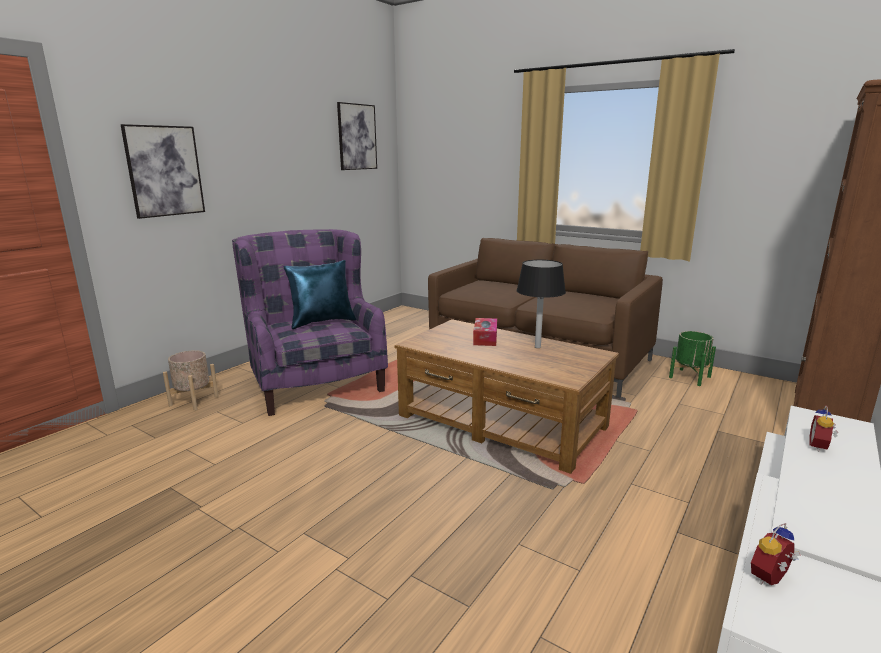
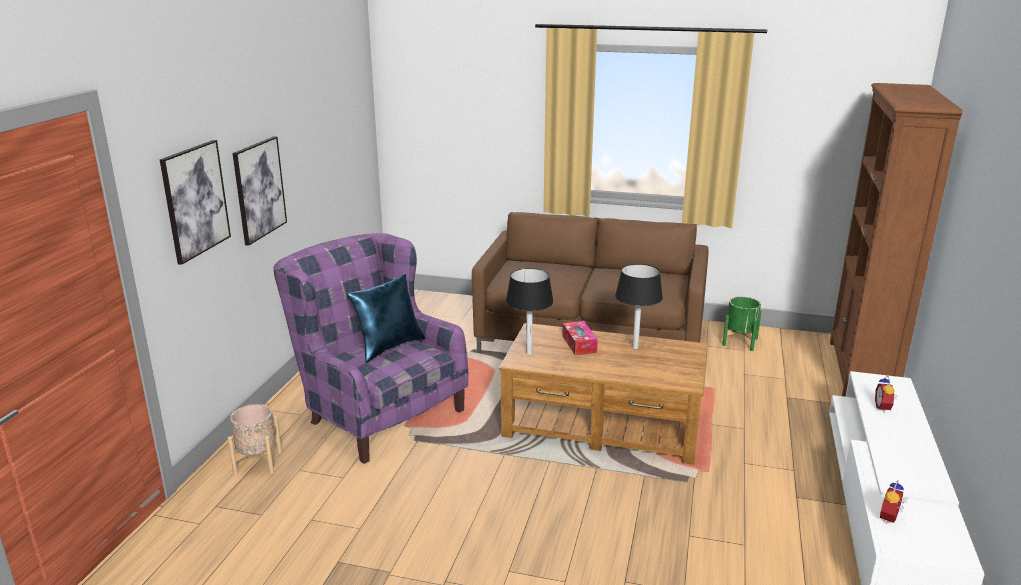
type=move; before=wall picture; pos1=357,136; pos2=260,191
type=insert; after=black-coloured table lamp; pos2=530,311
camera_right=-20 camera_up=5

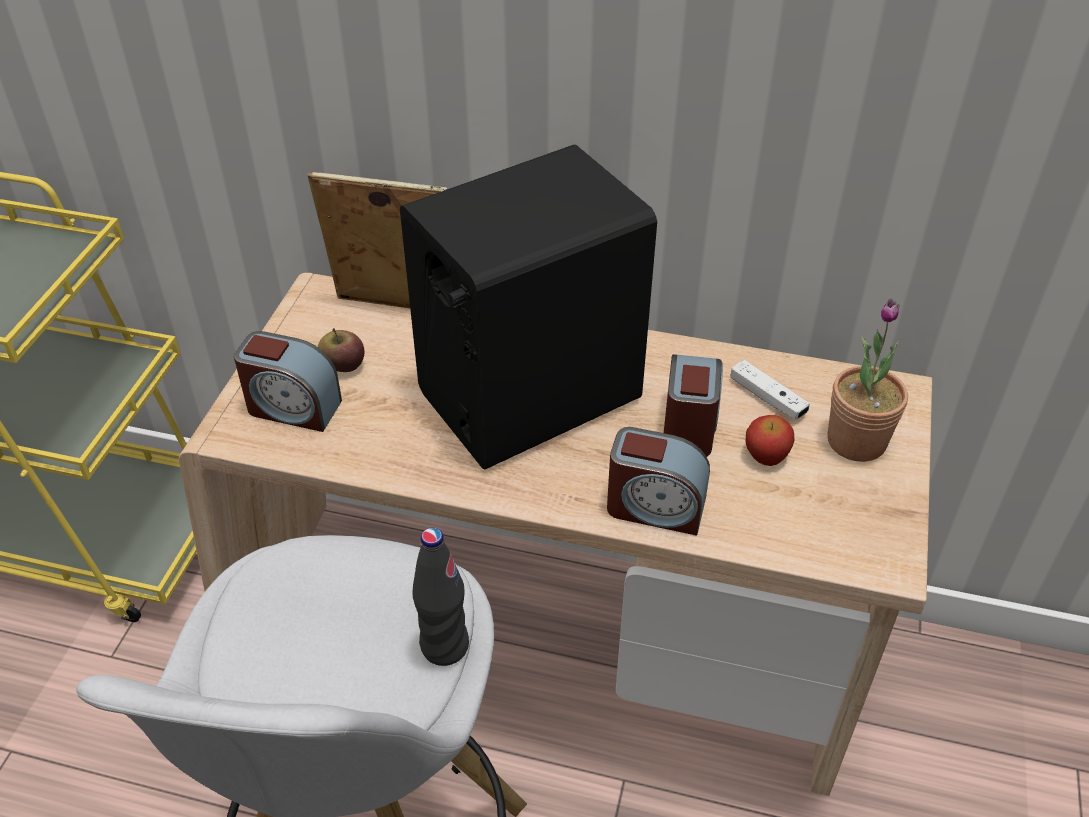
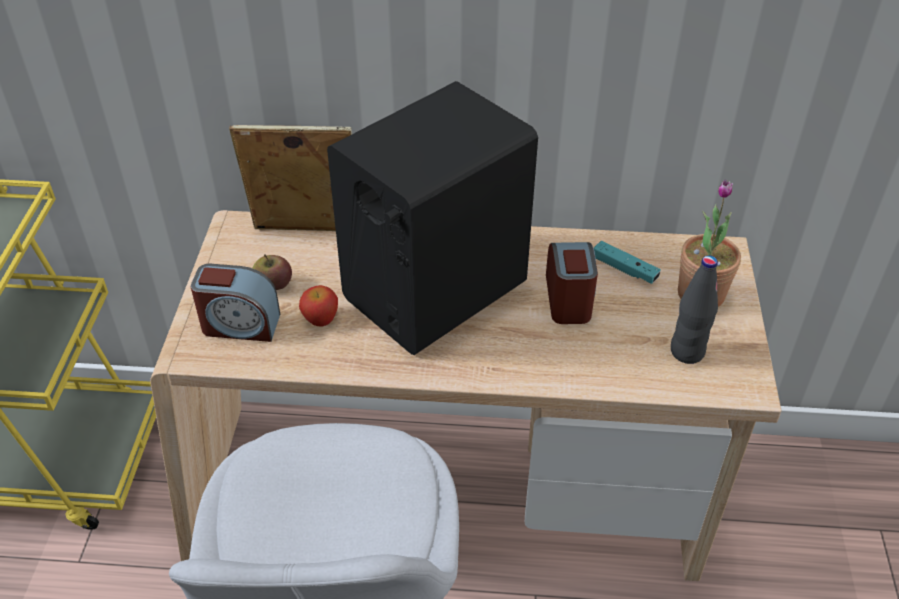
type=move; before=black-coloured beverage bottle; pos1=440,597; pos2=694,309
type=delete; before=alarm clock; pos1=658,481
type=recolor; before=whitish gamepad; after=turquoise gamepad; pos1=770,390; pos2=627,262
type=move; before=apple fruit; pos1=770,440; pos2=318,305
camera_right=-10 camera_up=0

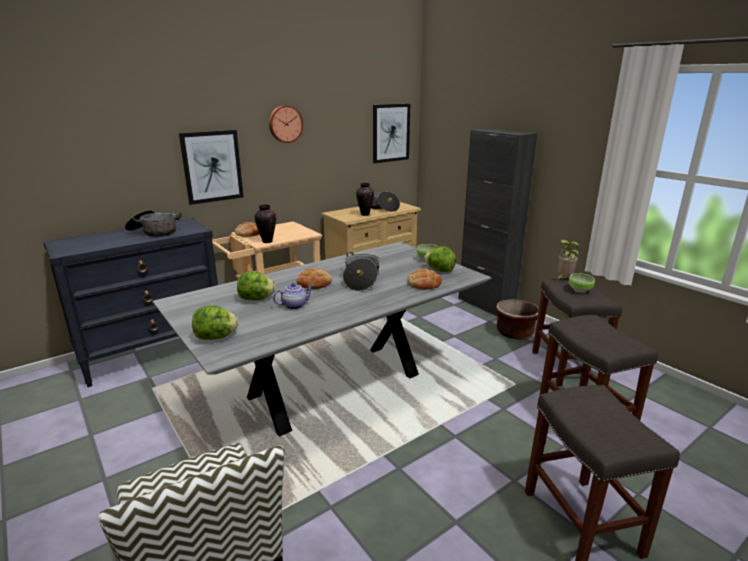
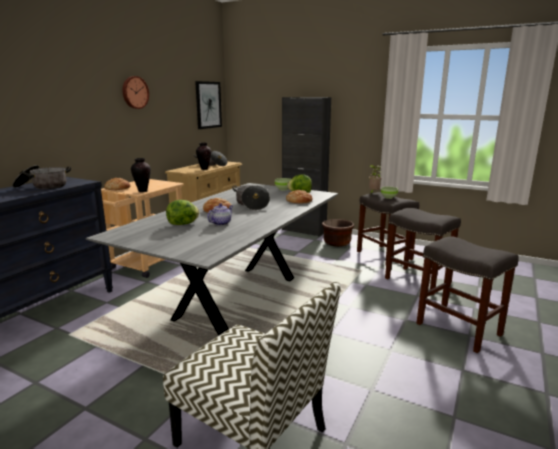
type=delete; before=wall picture; pos1=211,167
type=delete; before=lettuce; pos1=215,322
camera_right=-25 camera_up=-5

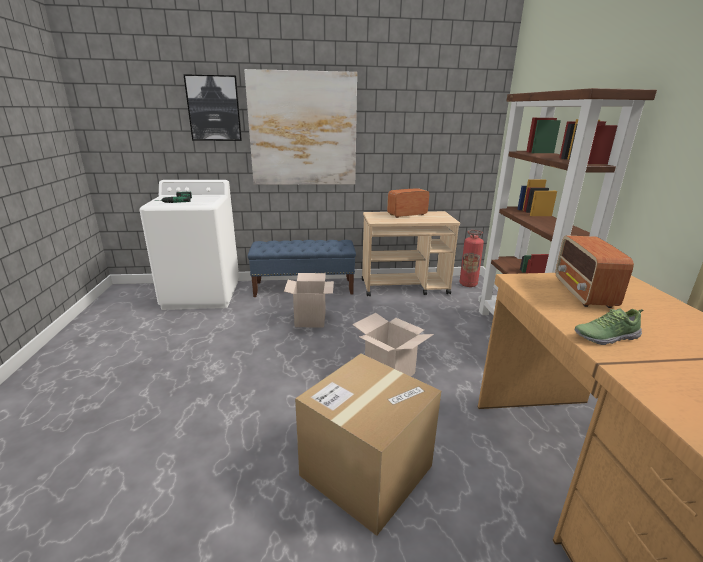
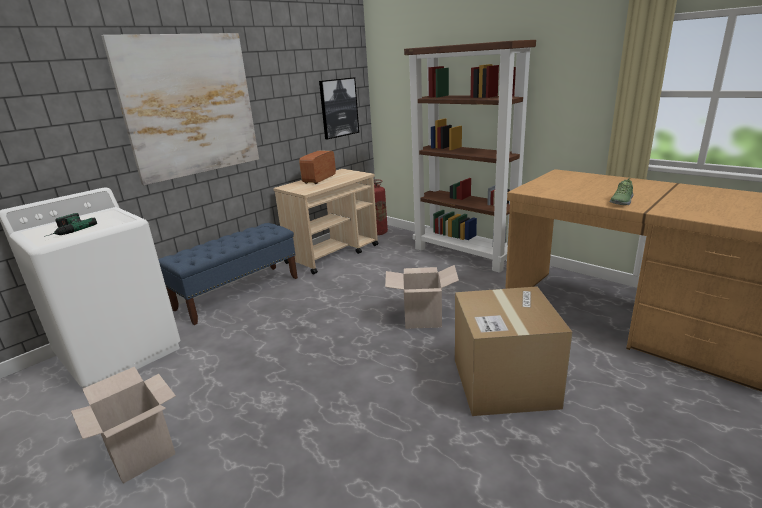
type=move; before=wall picture; pos1=212,107; pos2=339,108
type=move; before=packing box; pos1=309,300; pos2=123,425
type=delete; before=radio set; pos1=594,271
camera_right=-40 camera_up=0

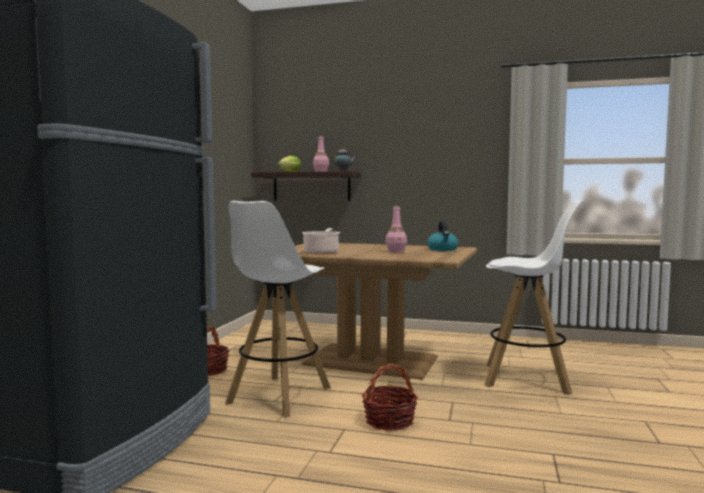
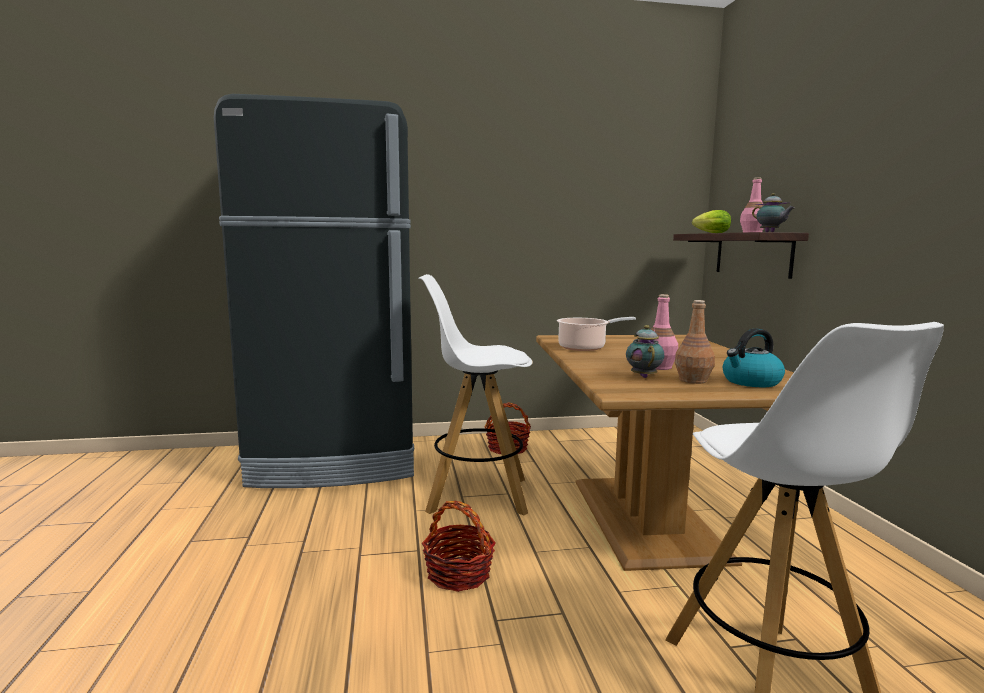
type=insert; after=tea pot; pos2=645,351
type=insert; after=brown-coloured beverage bottle; pos2=695,342
camera_right=65 camera_up=5

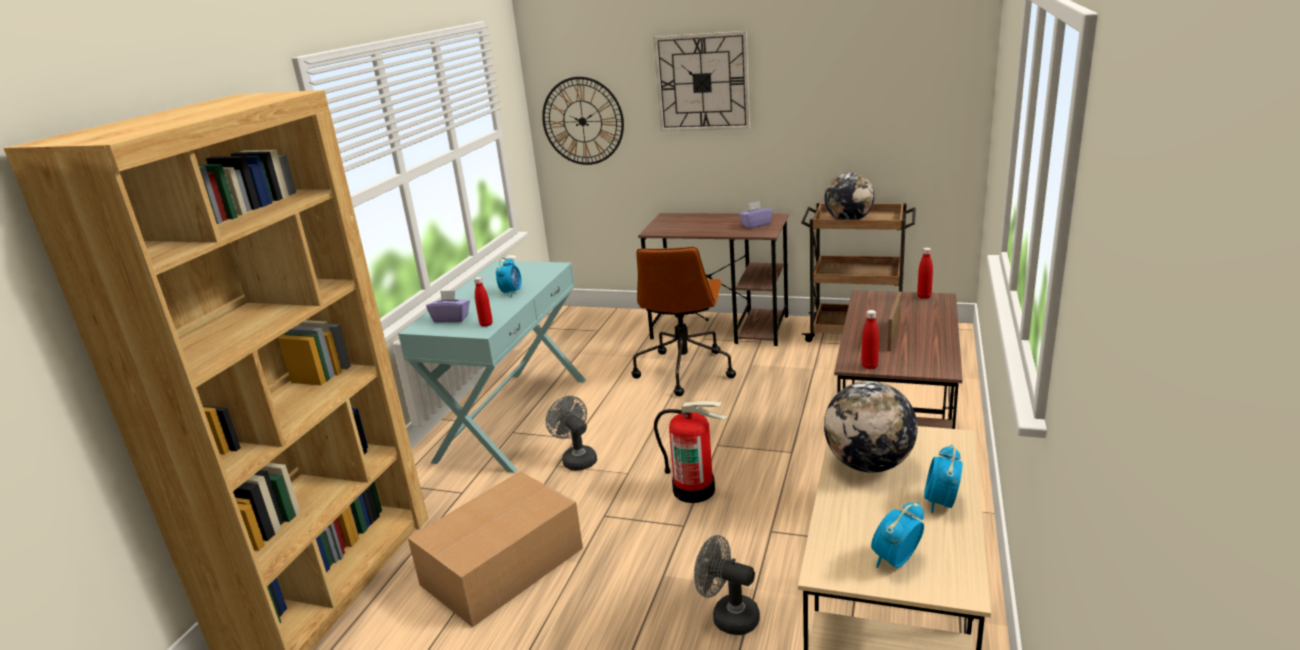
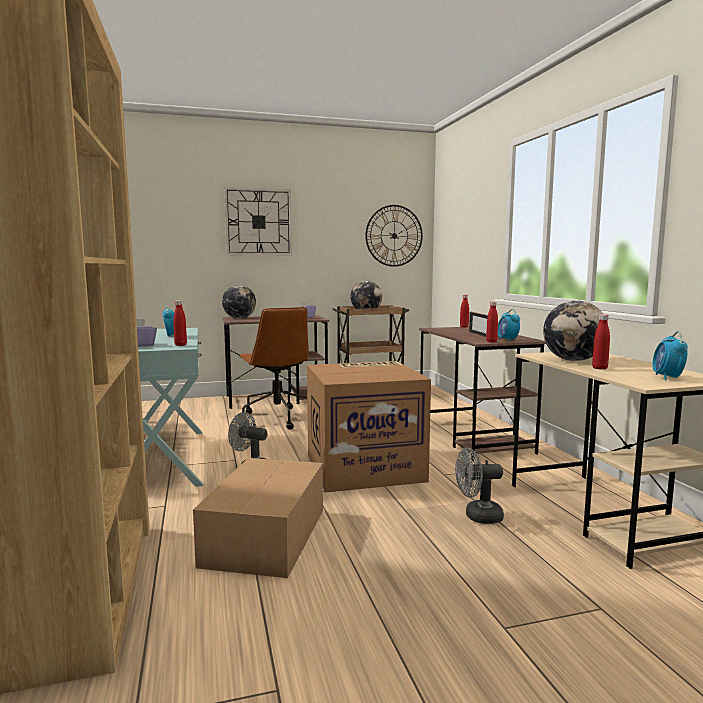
type=move; before=hanging clock; pos1=583,121; pos2=394,236
type=replace; before=fire extinguisher; after=packing box; pos1=690,452; pos2=369,426
type=move; before=alarm clock; pos1=943,479; pos2=509,325
type=insert; after=desk globe; pos2=239,302
type=insert; after=red beverage bottle; pos2=601,342
camera_right=-35 camera_up=-15

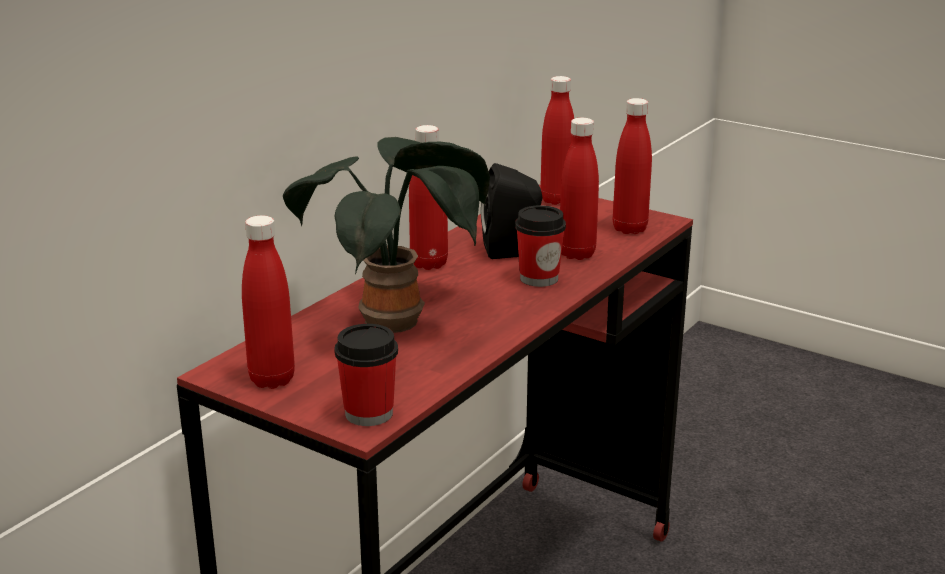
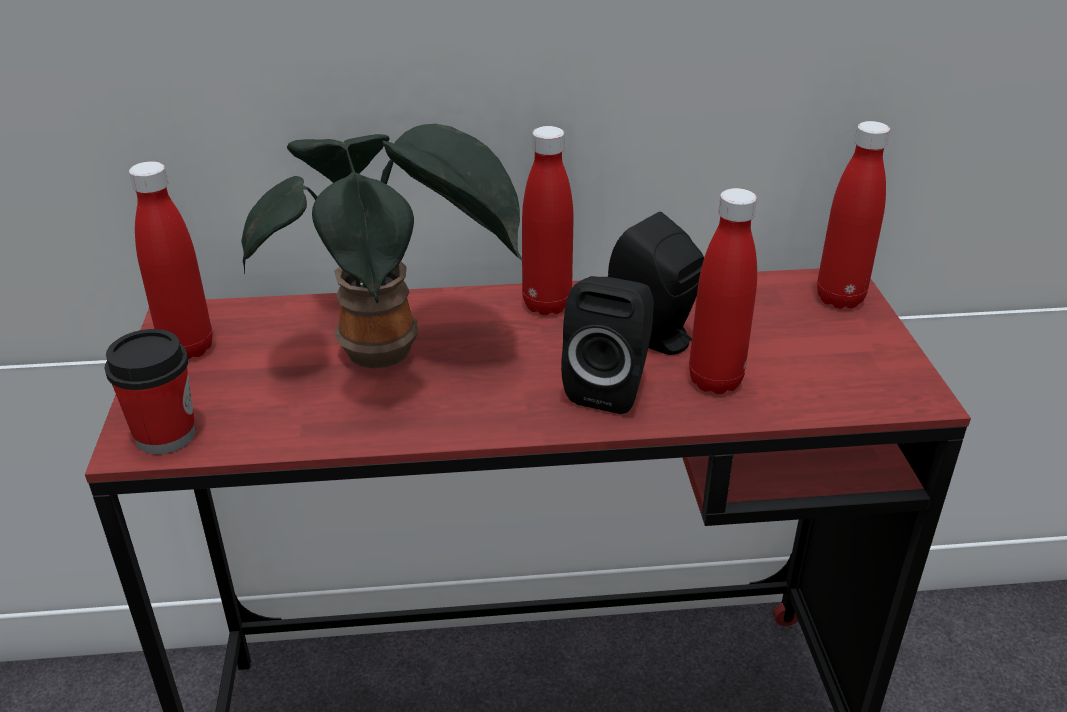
type=replace; before=small cup; after=black-coloured speaker; pos1=540,246; pos2=607,345
type=delete; before=red beverage bottle; pos1=632,166
camera_right=50 camera_up=10

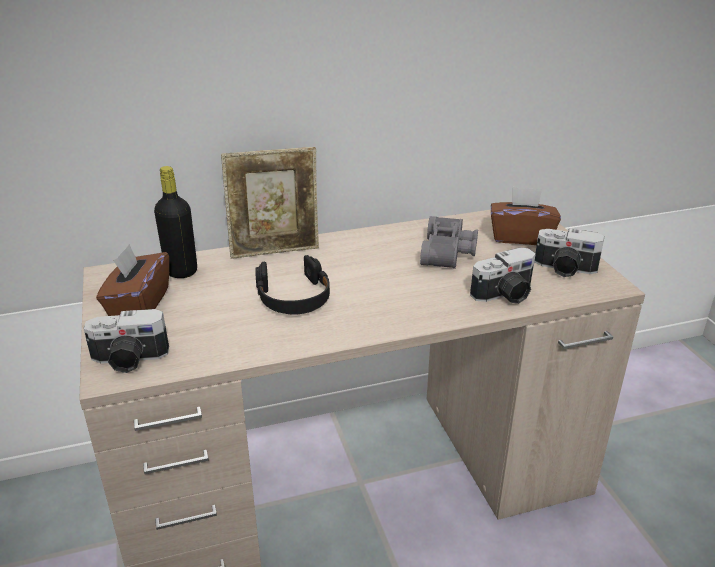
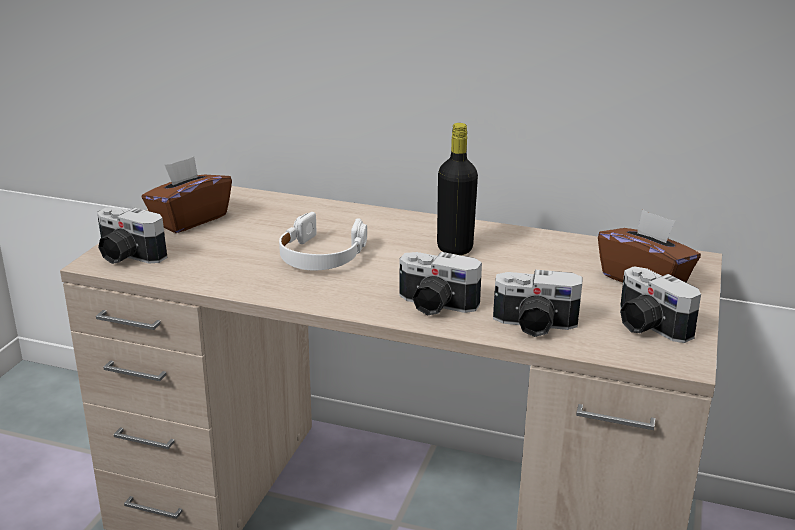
type=move; before=black-coloured beverage bottle; pos1=175,222; pos2=457,189
type=delete; before=photo frame; pos1=270,203
type=recolor; before=black-coloured headphones; after=whitish headphones; pos1=292,284; pos2=323,241
type=delete; before=greyish binoculars; pos1=449,242
type=insert; after=still camera; pos2=440,284
camera_right=35 camera_up=-5

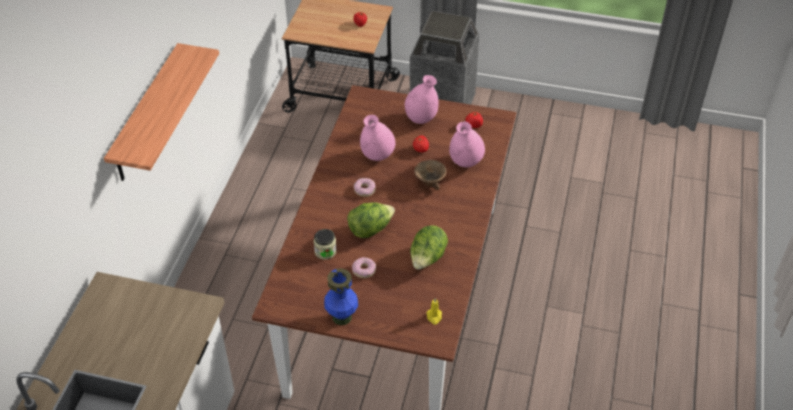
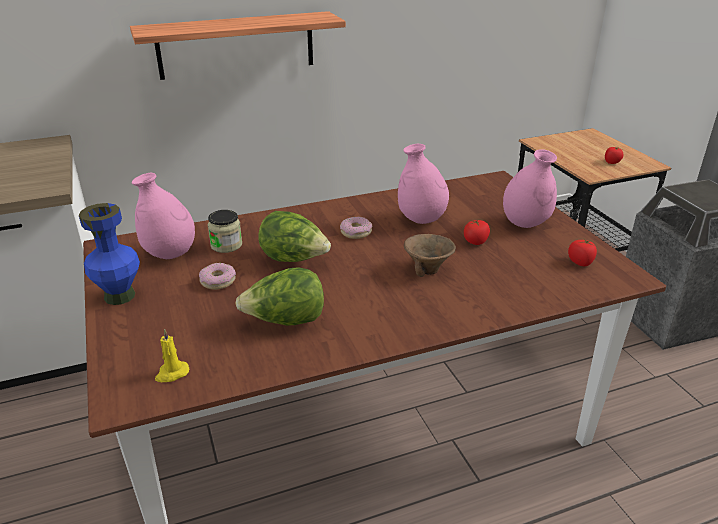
type=move; before=pinkish decorative vase; pos1=467,144; pos2=163,216
camera_right=55 camera_up=-15

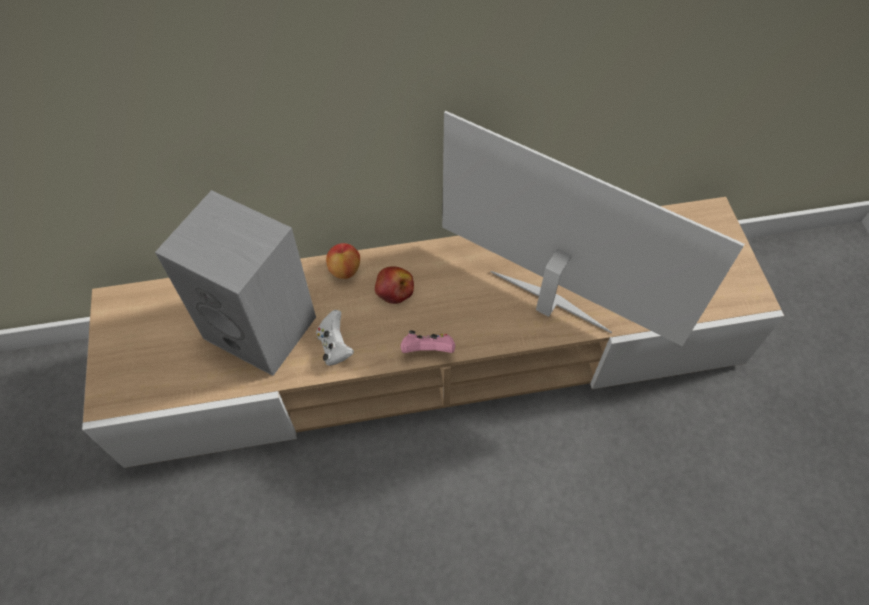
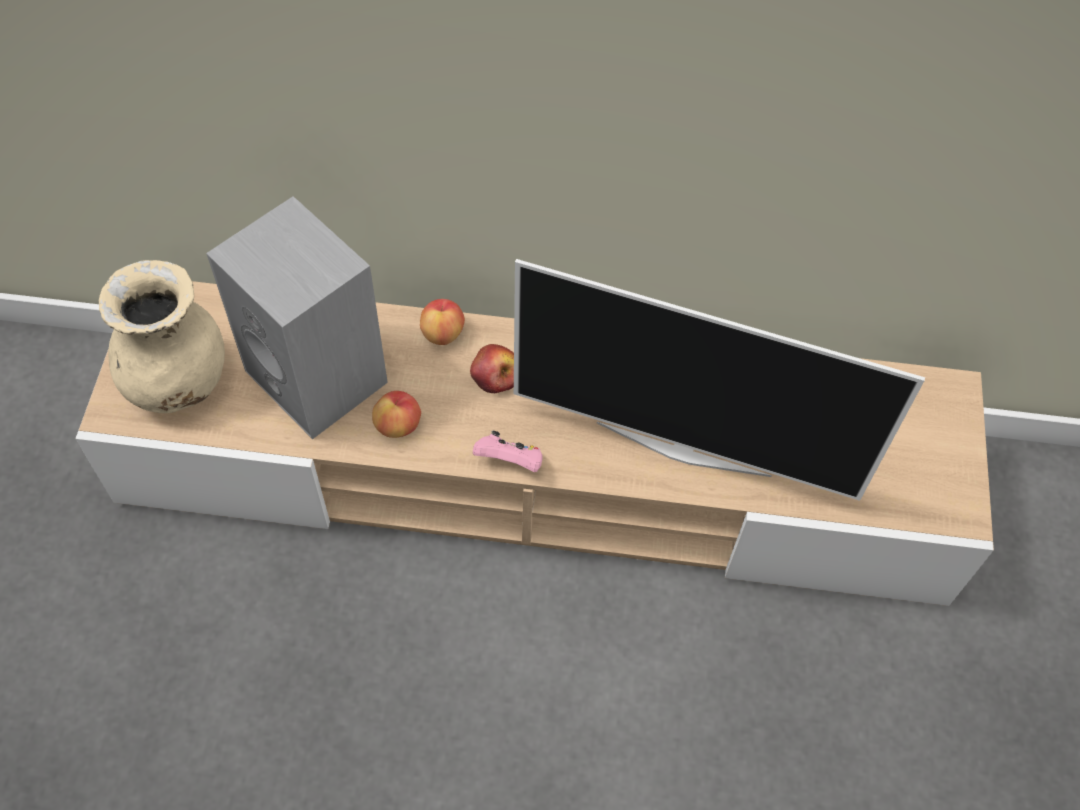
type=replace; before=whitish gamepad; after=apple fruit; pos1=335,338; pos2=396,414
type=rotate; before=TV; pos1=593,228; pos2=719,380; turn=150
type=insert; after=sand-coloured decorative vase; pos2=162,336
camera_right=15 camera_up=0

